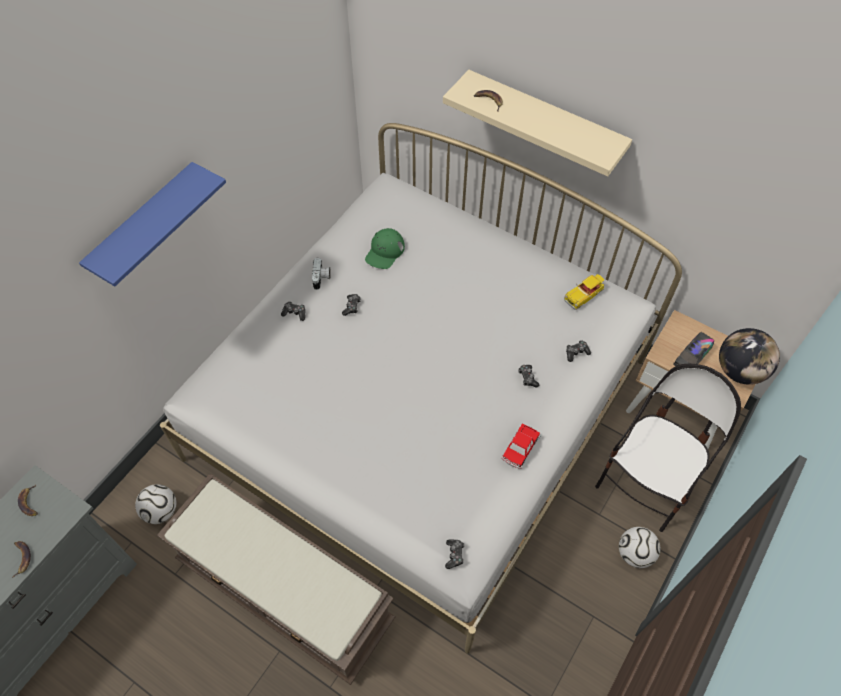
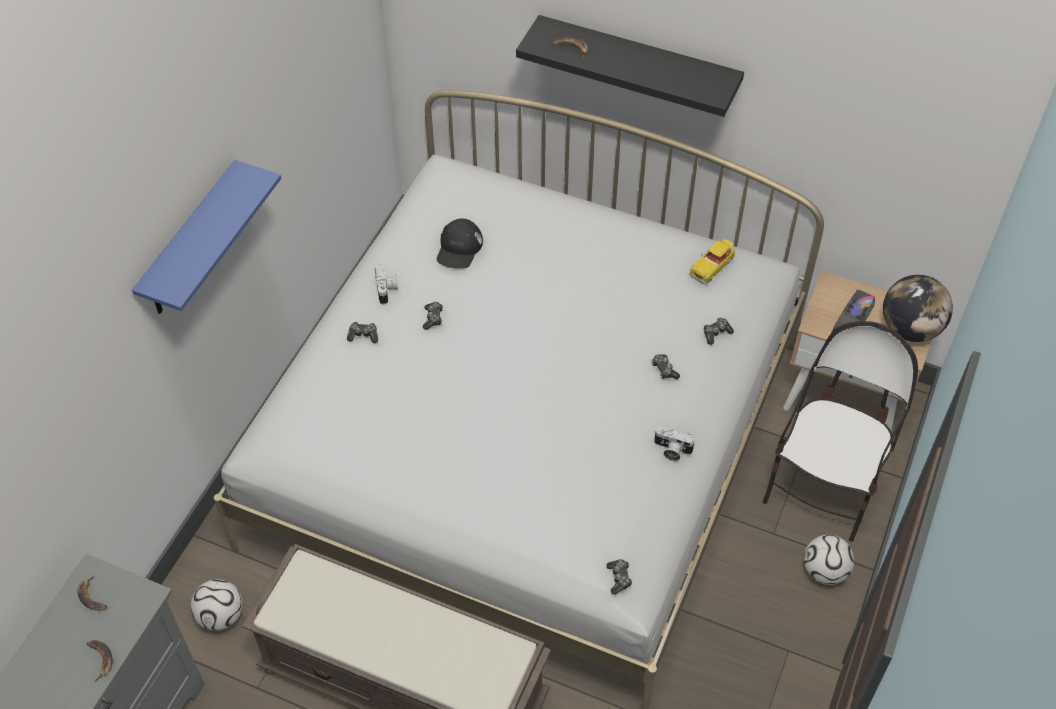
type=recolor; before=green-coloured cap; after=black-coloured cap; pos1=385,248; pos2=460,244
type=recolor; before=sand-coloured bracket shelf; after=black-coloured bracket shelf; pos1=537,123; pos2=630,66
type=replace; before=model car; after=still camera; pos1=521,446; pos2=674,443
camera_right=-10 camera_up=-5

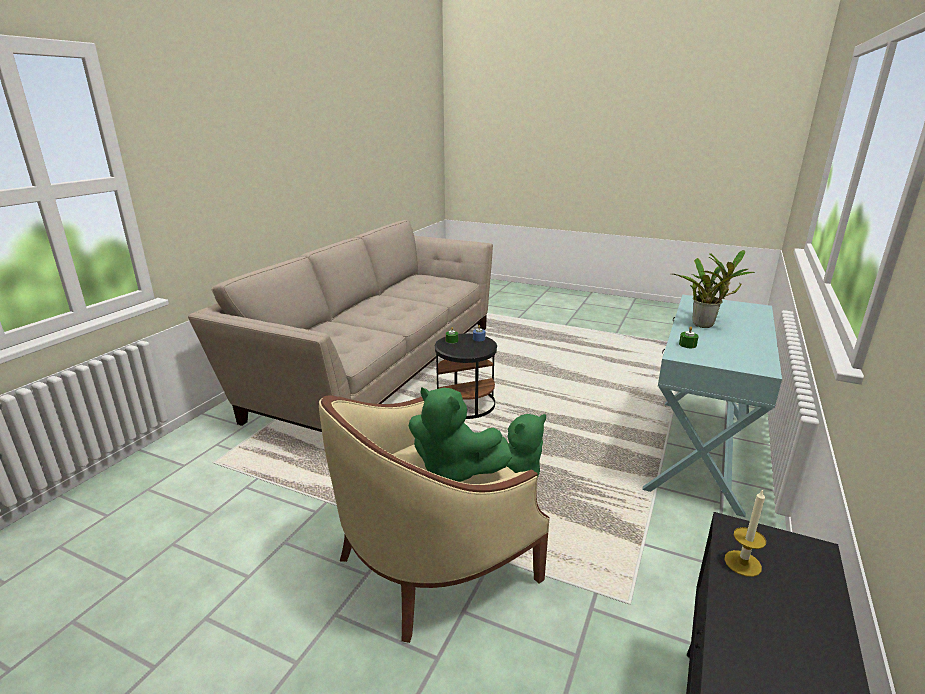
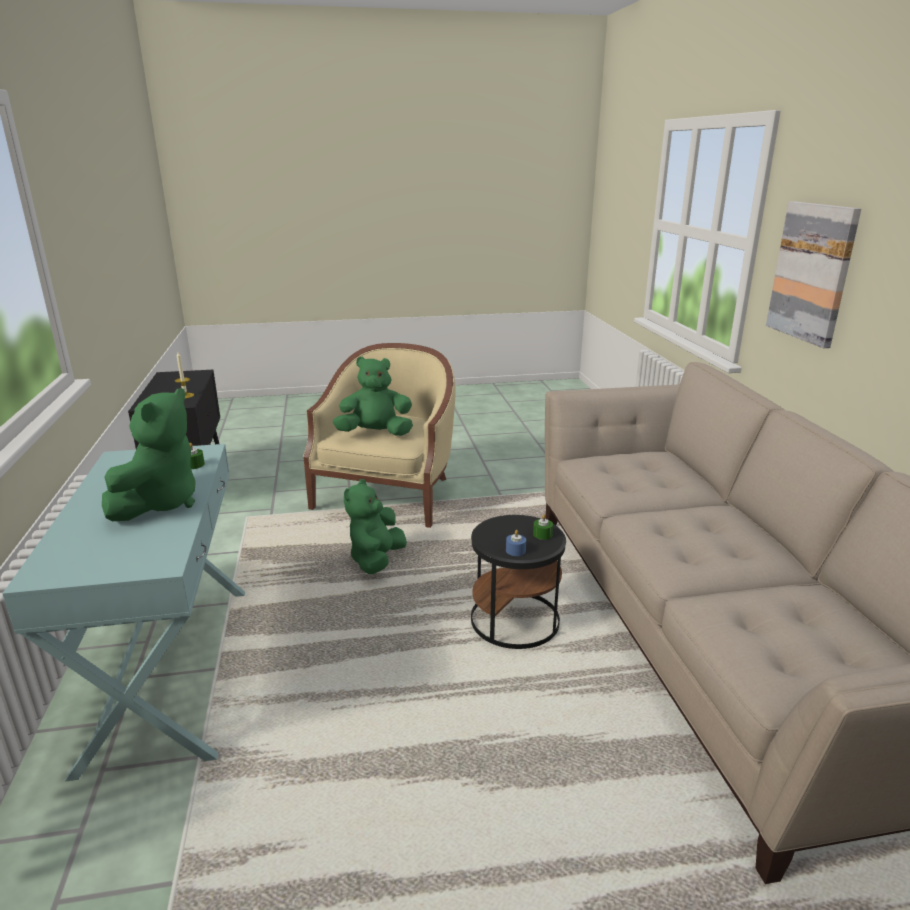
type=replace; before=houseplant; after=green-coloured cuddly toy; pos1=714,289; pos2=149,454
type=insert; after=wall picture; pos2=813,274
camera_right=145 camera_up=0

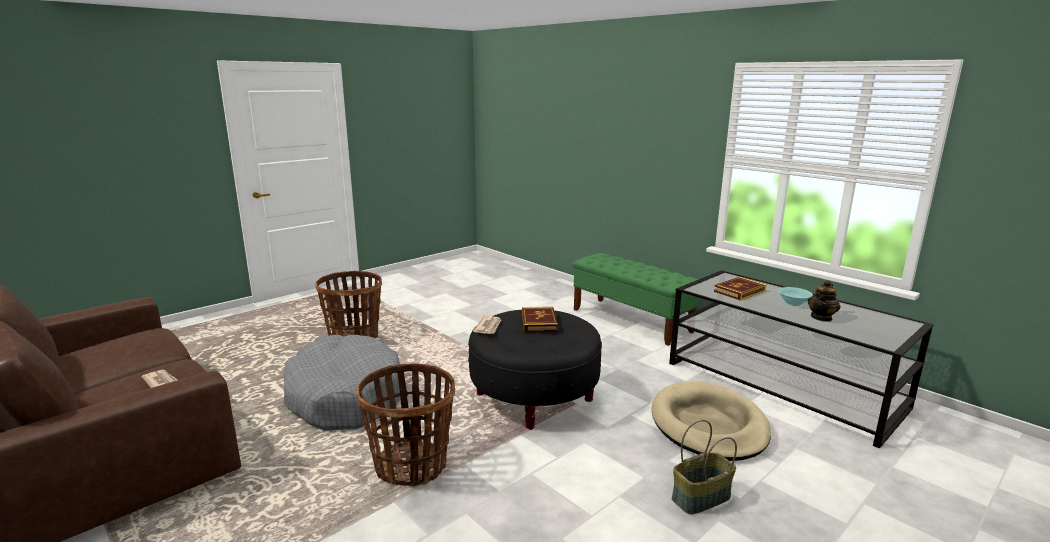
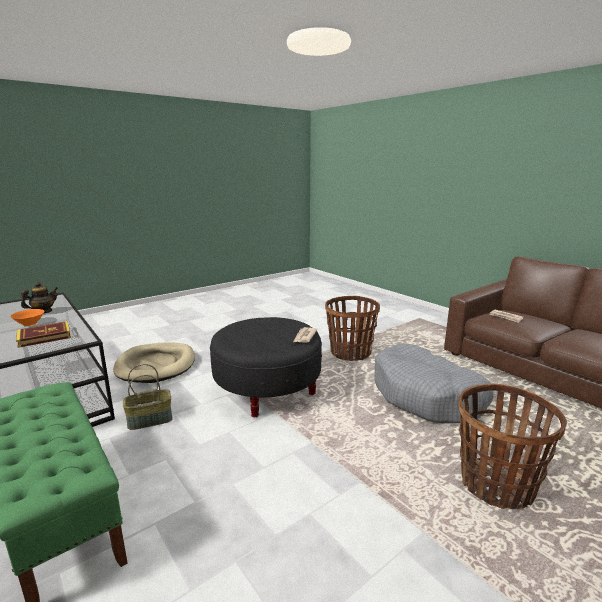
type=delete; before=book; pos1=540,320
type=move; before=basket; pos1=704,467; pos2=148,397
type=recolor; before=turquoise deep dish; after=orange-coloured deep dish; pos1=795,296; pos2=27,317
camera_right=-175 camera_up=0

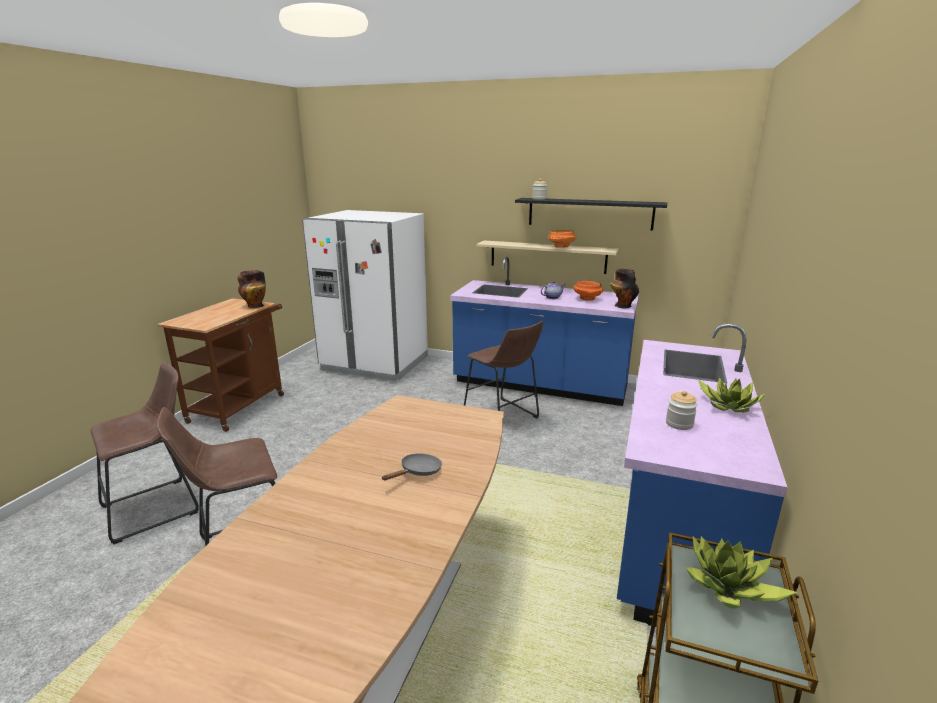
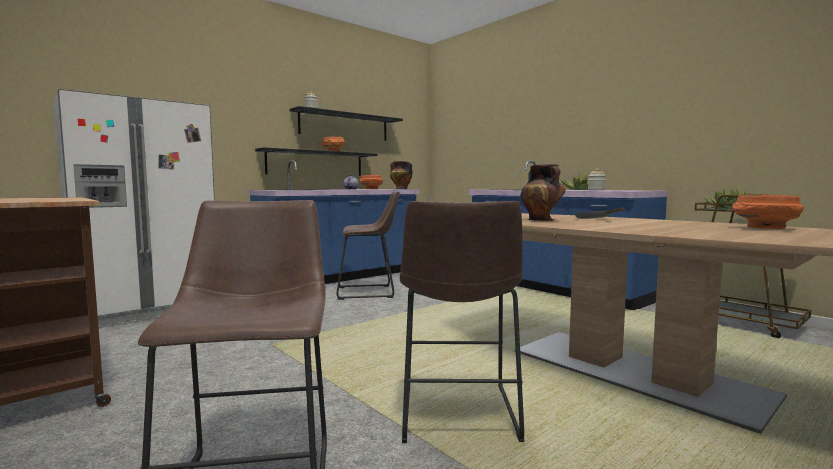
type=move; before=decorative vase; pos1=252,289; pos2=543,192
type=recolor; before=sand-coloured bracket shelf; after=black-coloured bracket shelf; pos1=547,257; pos2=316,161
type=insert; after=orange-coloured deep dish; pos2=768,212
camera_right=-60 camera_up=-15

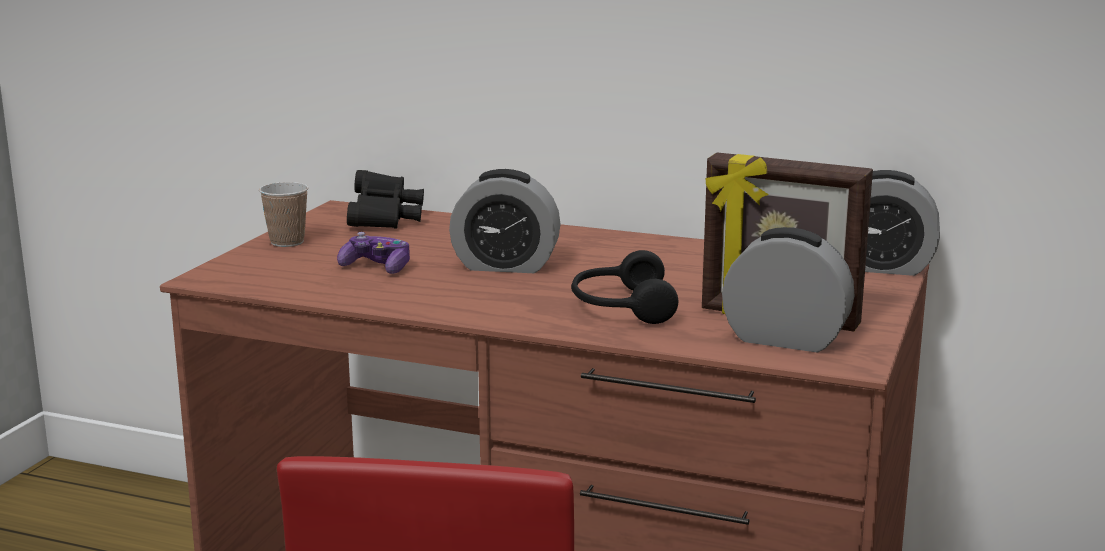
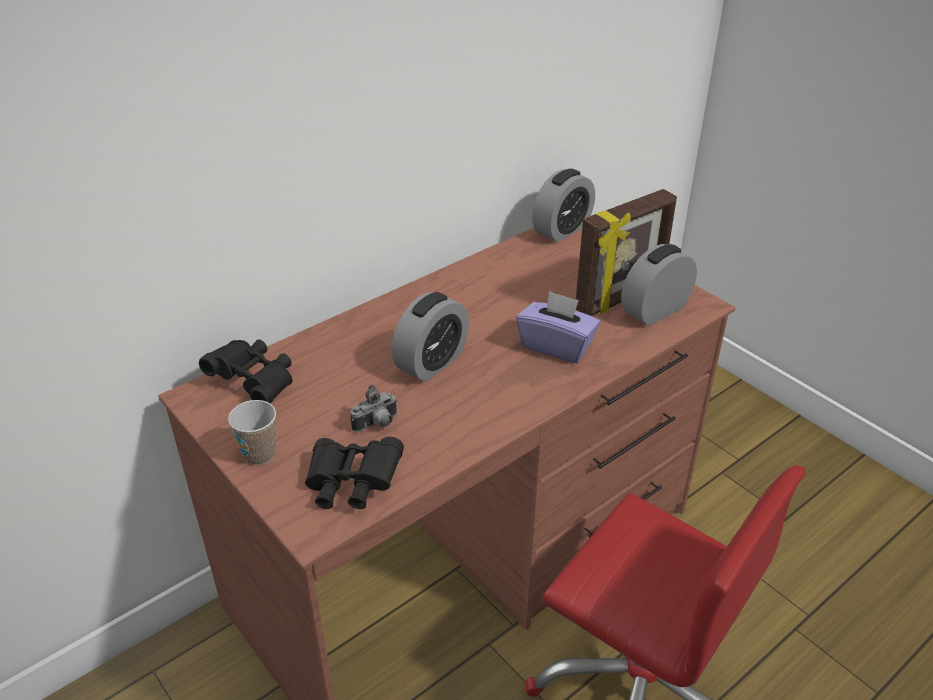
type=replace; before=gamepad; after=still camera; pos1=373,253; pos2=373,408
type=replace; before=black-coloured headphones; after=purplish tissue holder; pos1=624,287; pos2=558,327
type=insert; after=black-coloured binoculars; pos2=354,473
camera_right=-60 camera_up=20

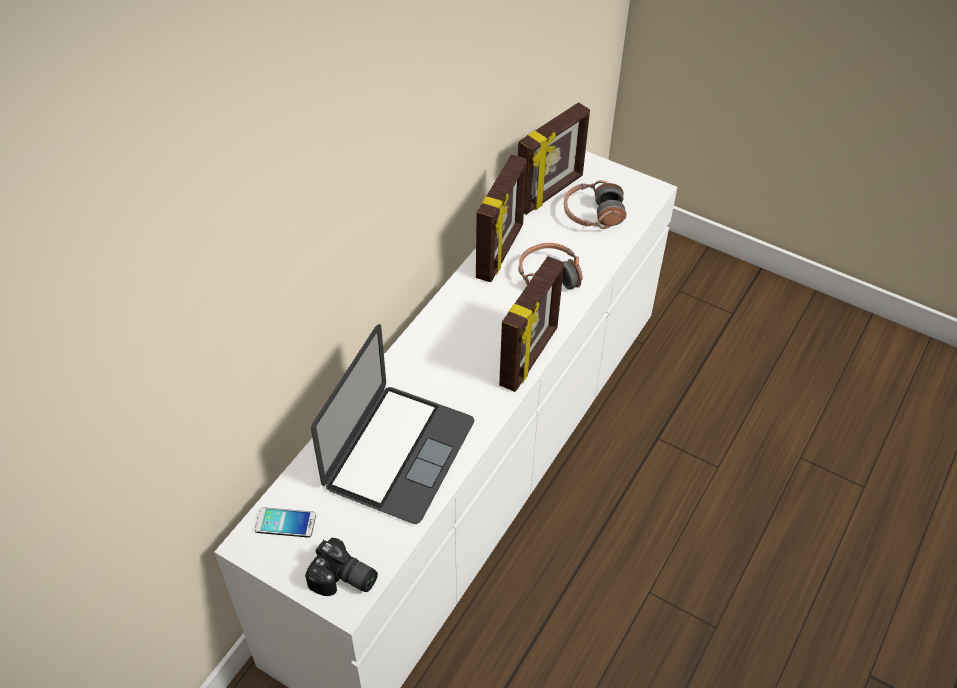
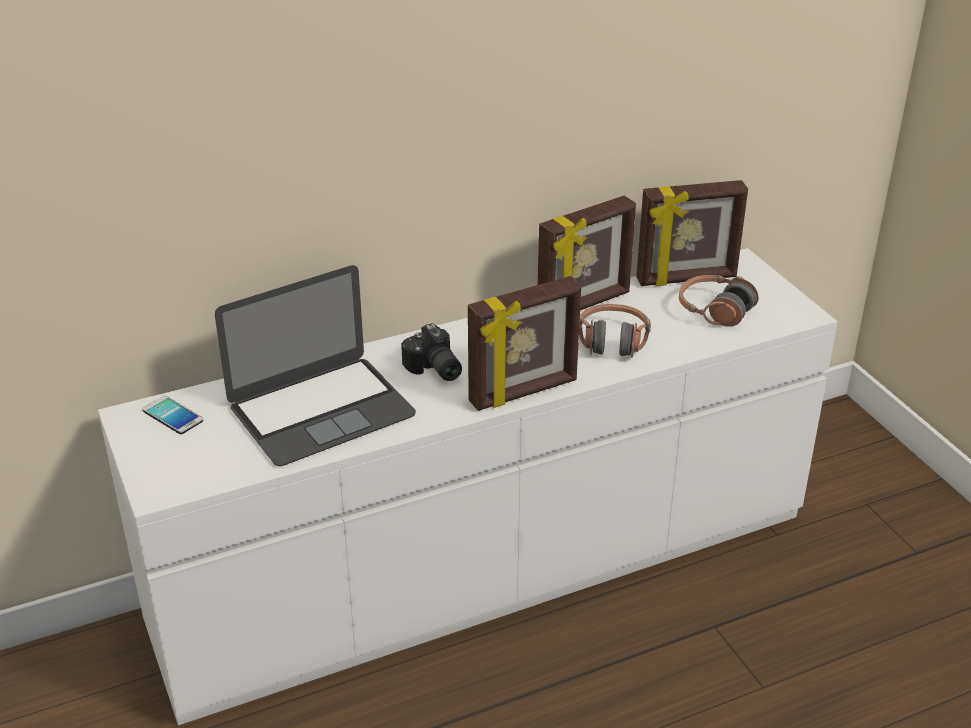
type=move; before=still camera; pos1=341,567; pos2=431,352
camera_right=35 camera_up=-15

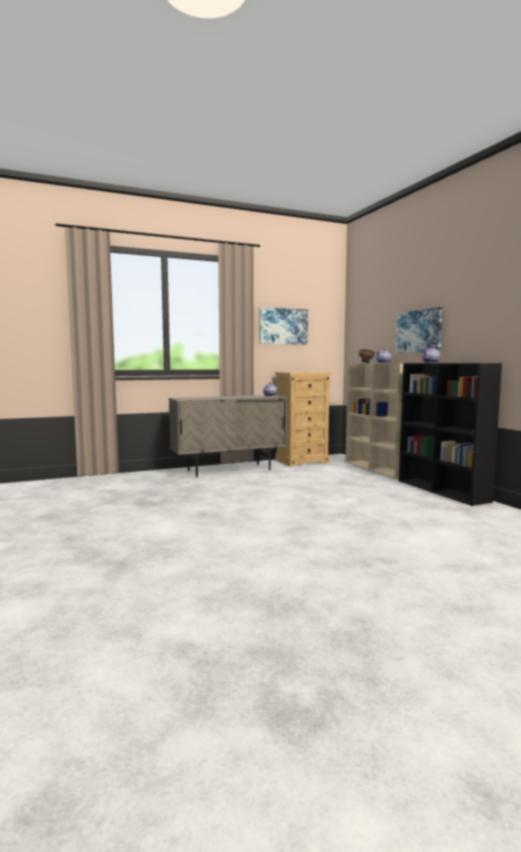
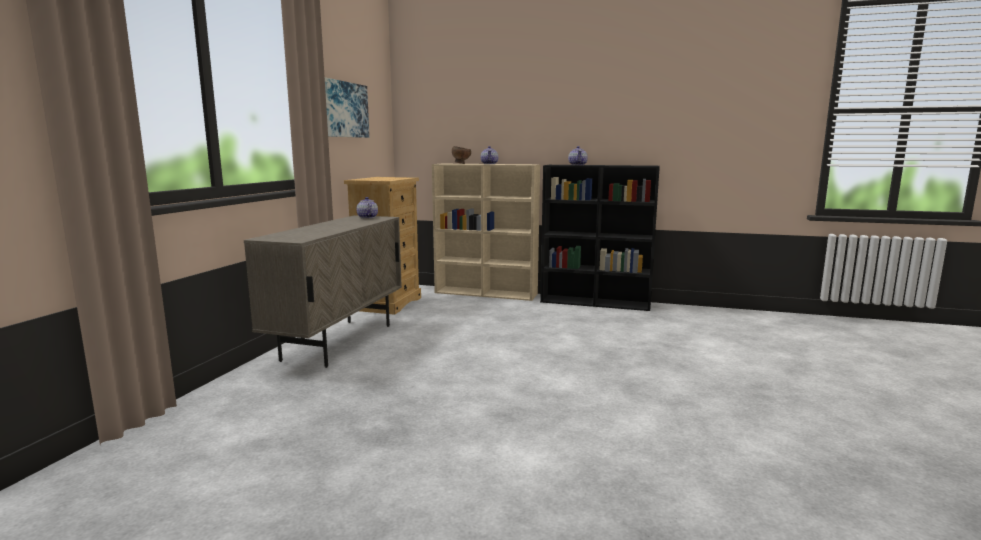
type=delete; before=wall picture; pos1=419,330
camera_right=-50 camera_up=5

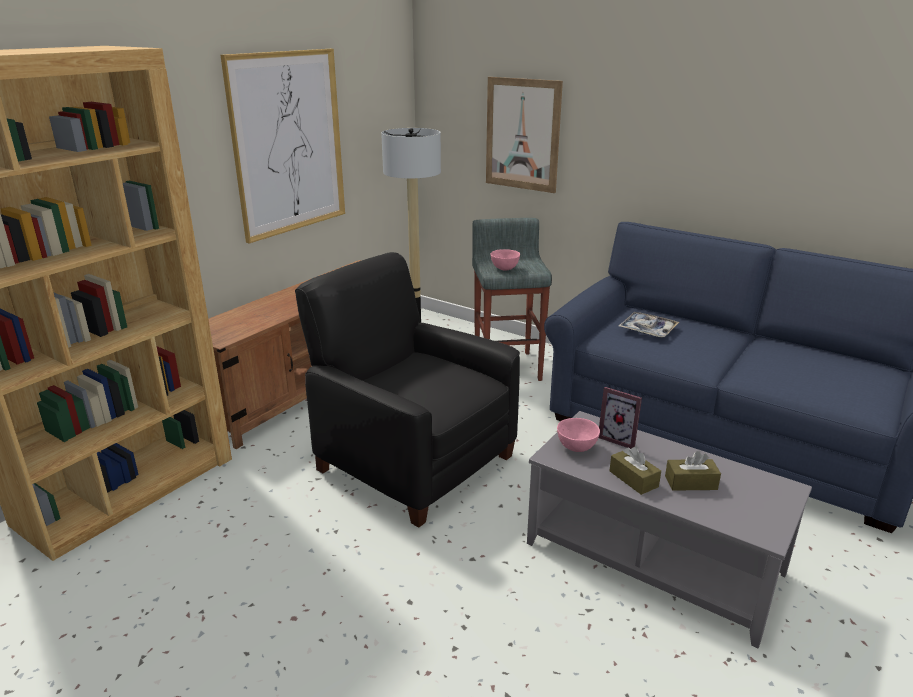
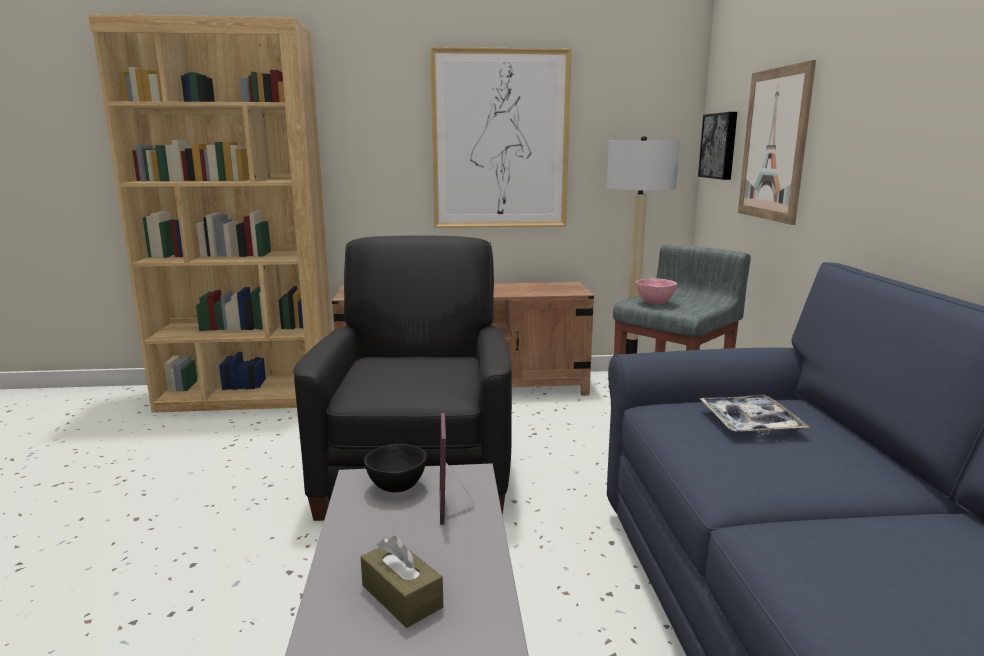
type=recolor; before=pinkish deep dish; after=black-coloured deep dish; pos1=578,435; pos2=395,468
type=delete; before=brown-coloured tissue holder; pos1=635,471
type=insert; after=wall picture; pos2=717,146
camera_right=50 camera_up=-10

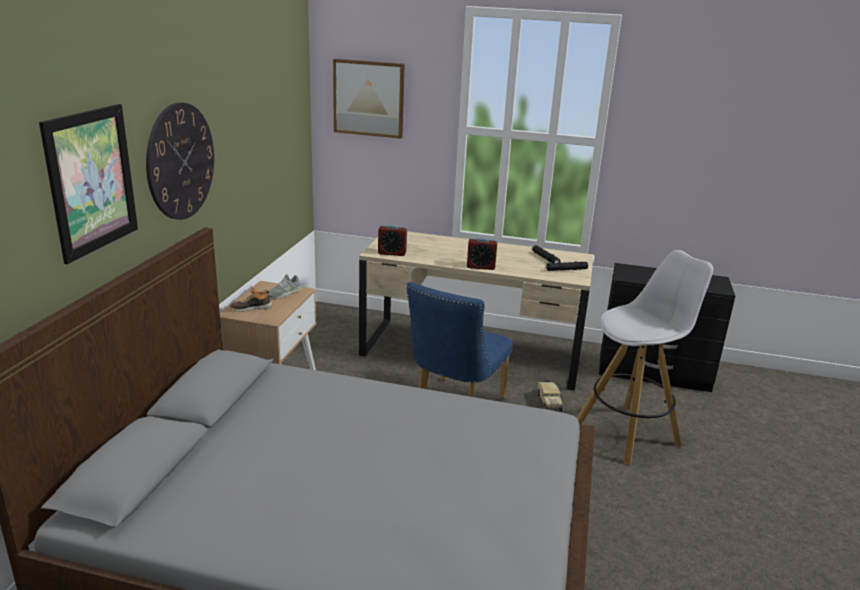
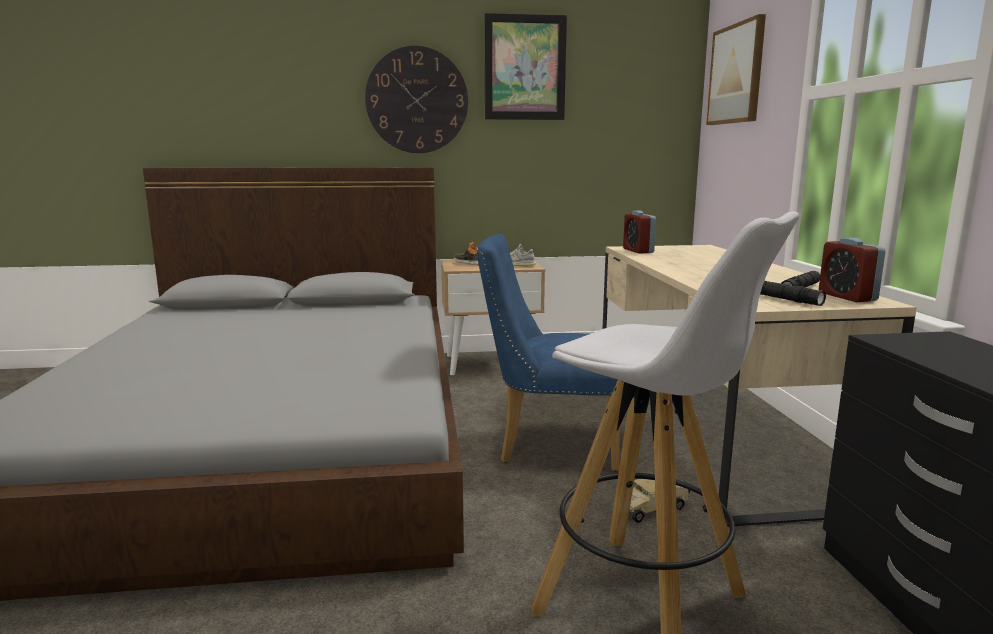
type=move; before=wall picture; pos1=88,184; pos2=525,66
type=move; before=alarm clock; pos1=482,253; pos2=852,270
camera_right=70 camera_up=-10

